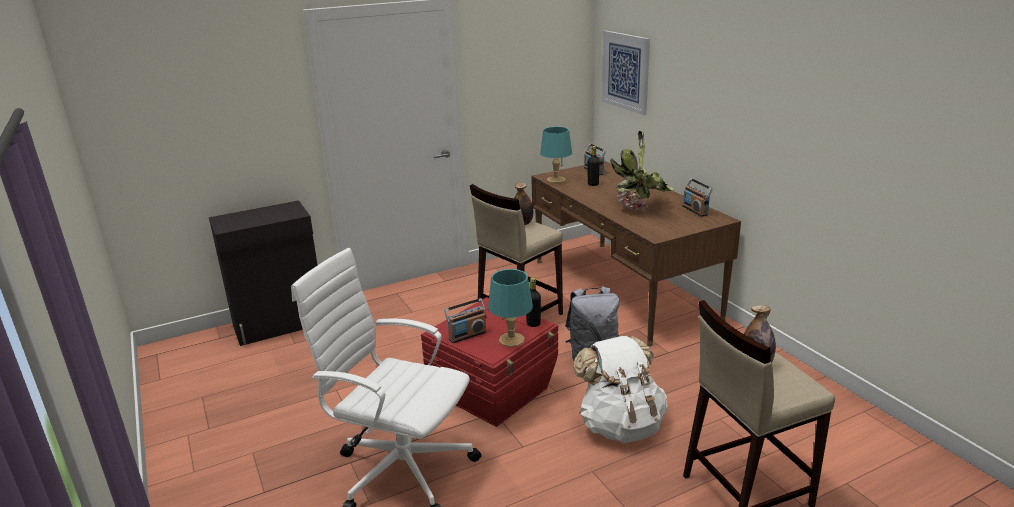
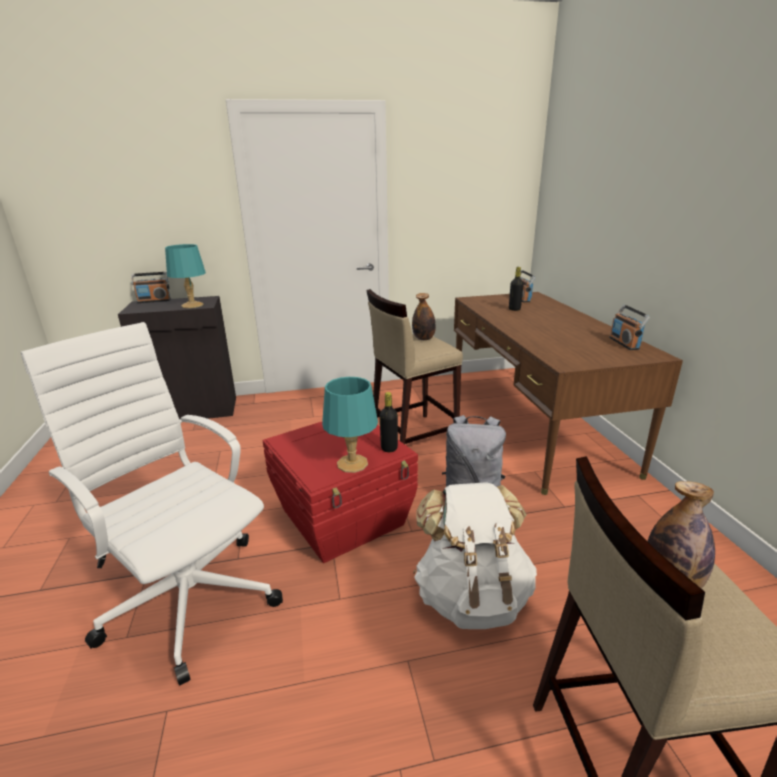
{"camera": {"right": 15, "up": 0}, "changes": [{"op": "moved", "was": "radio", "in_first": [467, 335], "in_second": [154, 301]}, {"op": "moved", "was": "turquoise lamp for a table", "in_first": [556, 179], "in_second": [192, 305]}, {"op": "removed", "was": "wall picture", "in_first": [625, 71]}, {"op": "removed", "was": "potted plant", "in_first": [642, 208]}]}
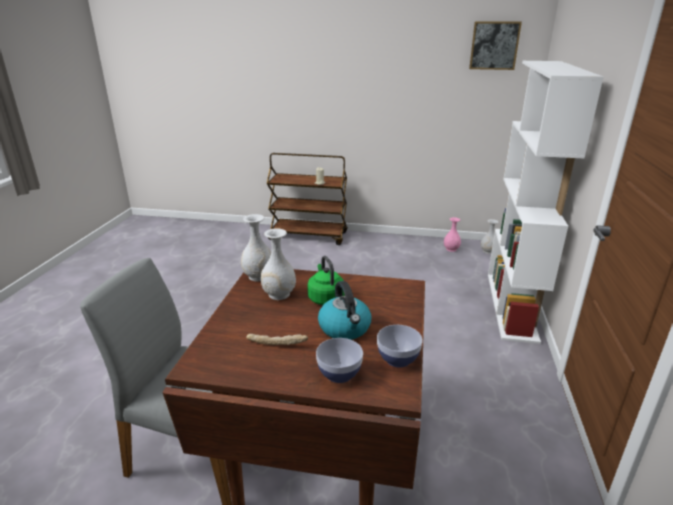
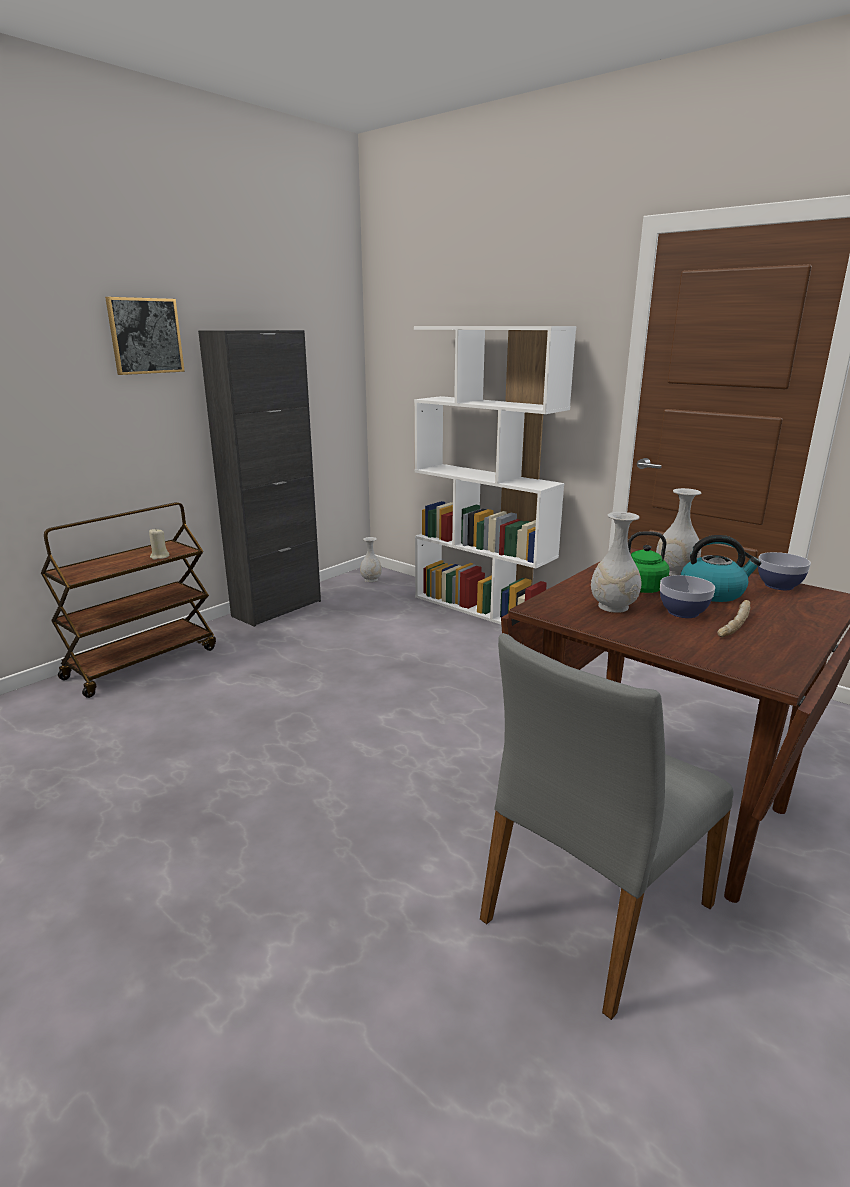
{"camera": {"right": -60, "up": -5}, "changes": [{"op": "moved", "was": "wall picture", "in_first": [494, 45], "in_second": [145, 336]}, {"op": "added", "now": "black cabinet", "in_second": [277, 608]}, {"op": "moved", "was": "whitish vase", "in_first": [259, 276], "in_second": [675, 572]}, {"op": "moved", "was": "serving bowl", "in_first": [339, 374], "in_second": [683, 612]}, {"op": "removed", "was": "pinkish vase", "in_first": [451, 249]}]}
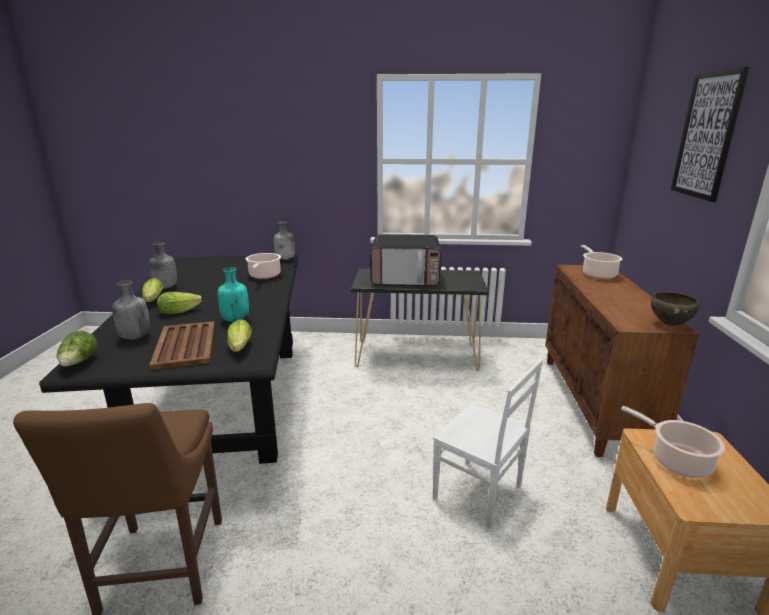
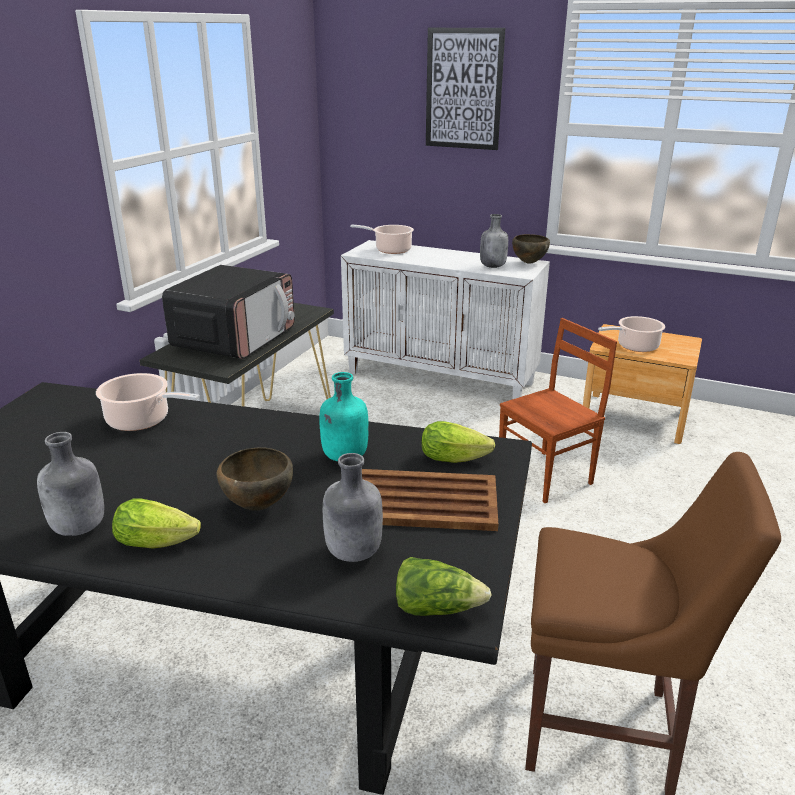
{"camera": {"right": -70, "up": 5}, "changes": [{"op": "replaced", "was": "lettuce", "now": "brown-coloured serving bowl", "in_first": [181, 311], "in_second": [257, 506]}, {"op": "recoloured", "was": "brown-coloured cabinet", "now": "whitish cabinet", "in_first": [595, 403], "in_second": [441, 378]}, {"op": "moved", "was": "grey beverage bottle", "in_first": [285, 259], "in_second": [493, 266]}, {"op": "recoloured", "was": "whitish plain chair", "now": "brown-coloured plain chair", "in_first": [478, 494], "in_second": [546, 476]}]}
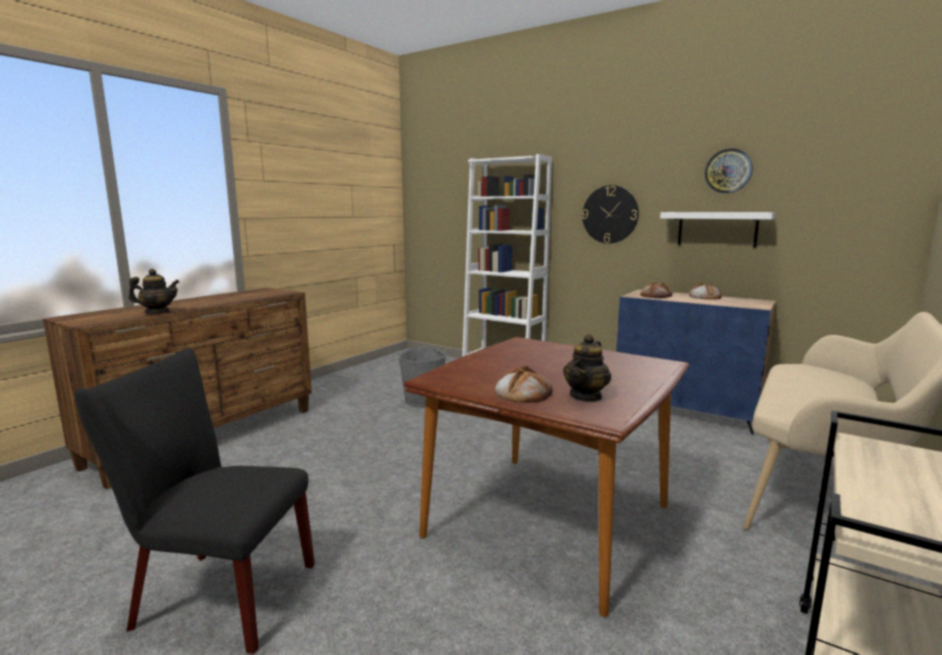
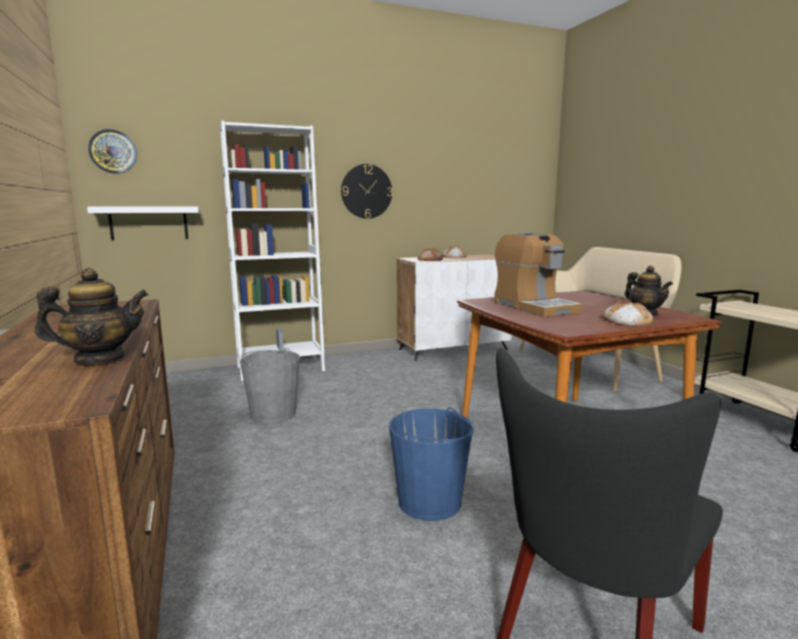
{"camera": {"right": -55, "up": 0}, "changes": [{"op": "turned", "was": "pot for tea", "in_first": [157, 312], "in_second": [100, 359], "clockwise": 45}, {"op": "moved", "was": "whitish wall shelf", "in_first": [717, 229], "in_second": [149, 223]}, {"op": "moved", "was": "wall clock", "in_first": [728, 171], "in_second": [113, 151]}, {"op": "added", "now": "bluish water bucket", "in_second": [430, 502]}, {"op": "recoloured", "was": "bluish cabinet", "now": "whitish cabinet", "in_first": [686, 411], "in_second": [453, 349]}, {"op": "added", "now": "coffee maker", "in_second": [534, 307]}]}
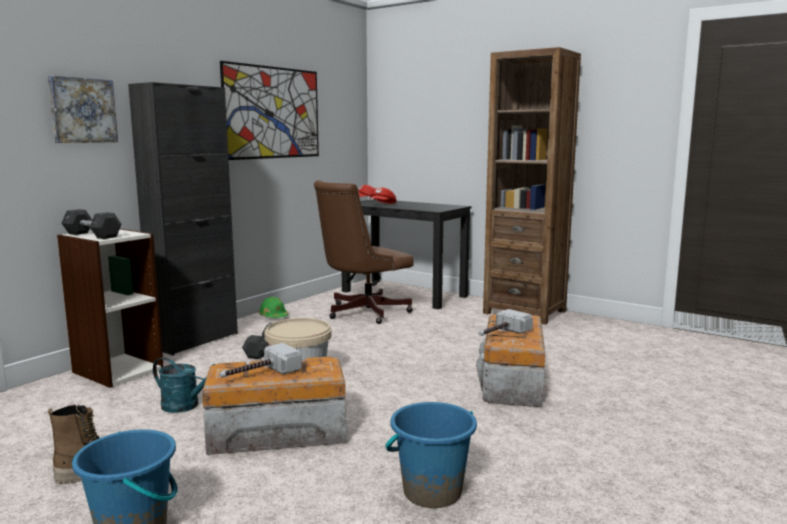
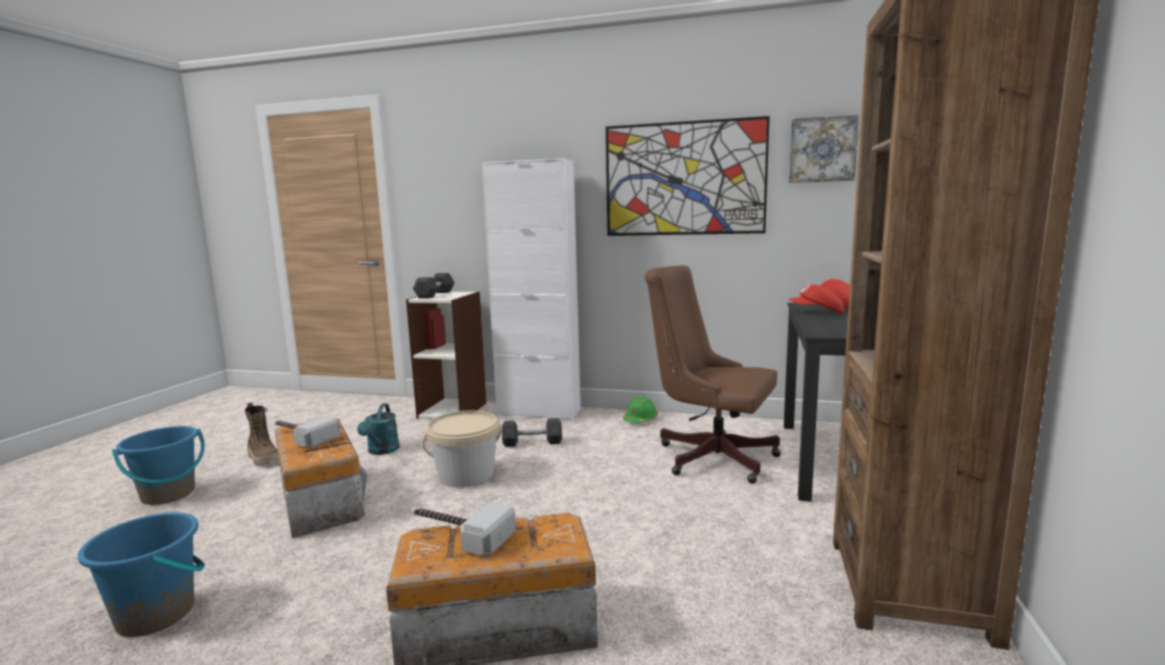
{"camera": {"right": 70, "up": 0}, "changes": [{"op": "recoloured", "was": "black cabinet", "now": "whitish cabinet", "in_first": [195, 340], "in_second": [539, 412]}, {"op": "moved", "was": "wall picture", "in_first": [82, 110], "in_second": [822, 150]}]}
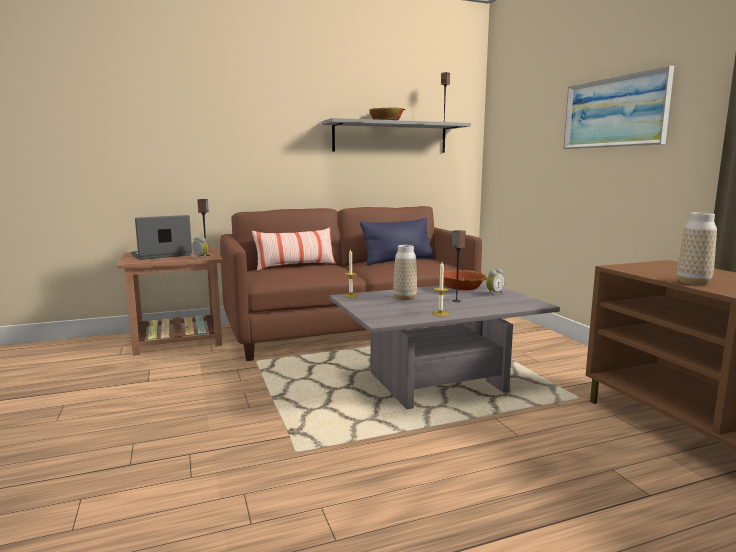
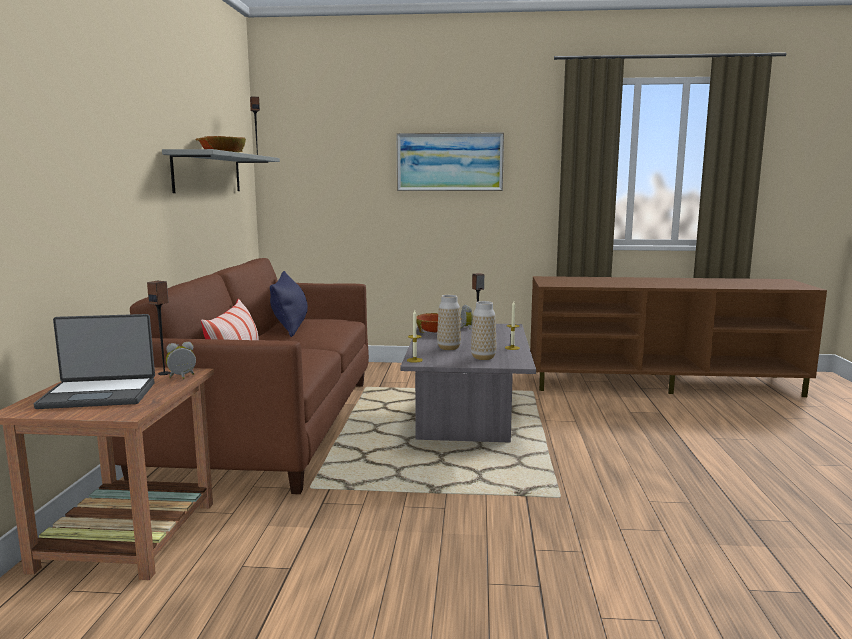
{"camera": {"right": -65, "up": 0}, "changes": [{"op": "turned", "was": "portable computer", "in_first": [161, 255], "in_second": [99, 394], "clockwise": -90}, {"op": "moved", "was": "vase", "in_first": [693, 282], "in_second": [483, 358]}]}
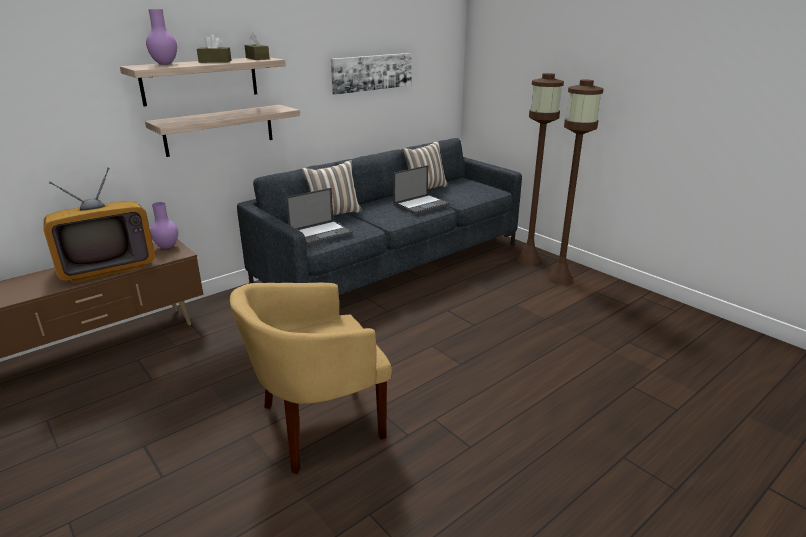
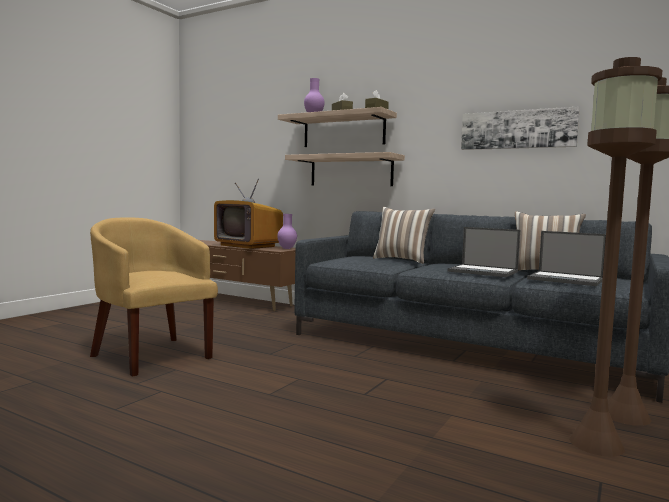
{"camera": {"right": 70, "up": -20}, "changes": [{"op": "moved", "was": "portable computer", "in_first": [321, 233], "in_second": [566, 279]}]}
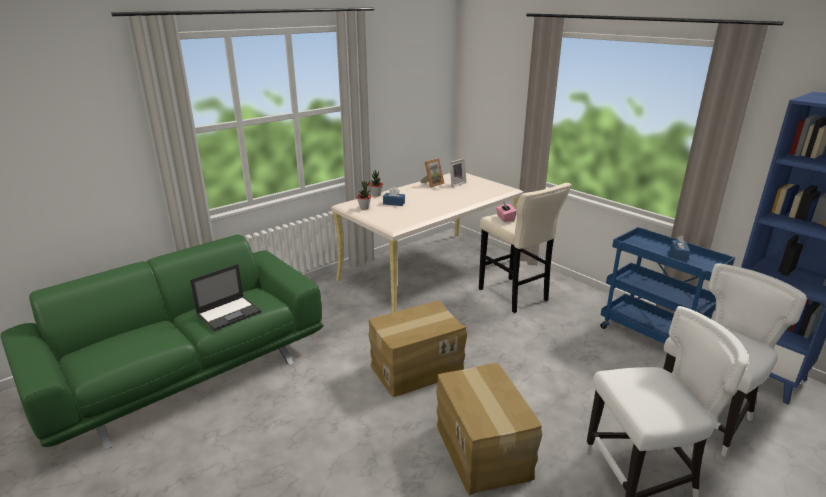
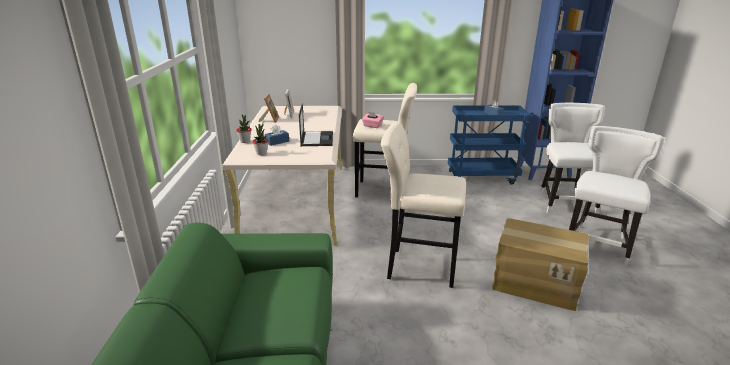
{"camera": {"right": -50, "up": 0}, "changes": [{"op": "moved", "was": "portable computer", "in_first": [229, 313], "in_second": [317, 139]}, {"op": "replaced", "was": "packing box", "now": "beige-coloured stool seat", "in_first": [416, 368], "in_second": [418, 267]}]}
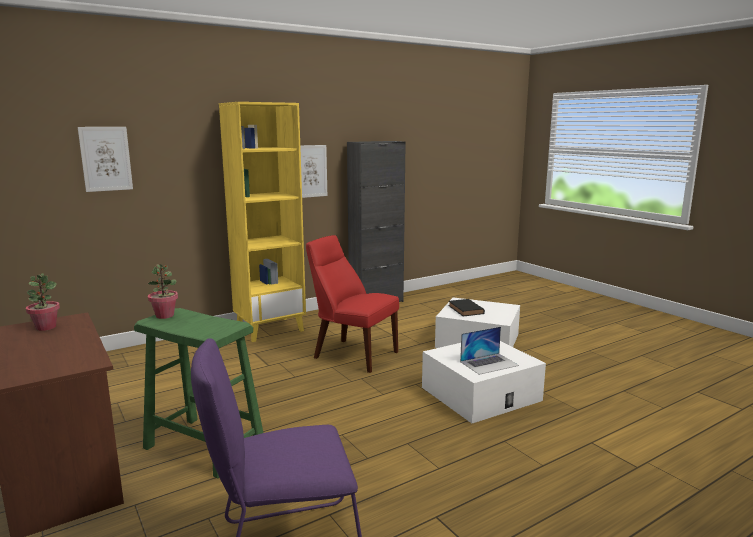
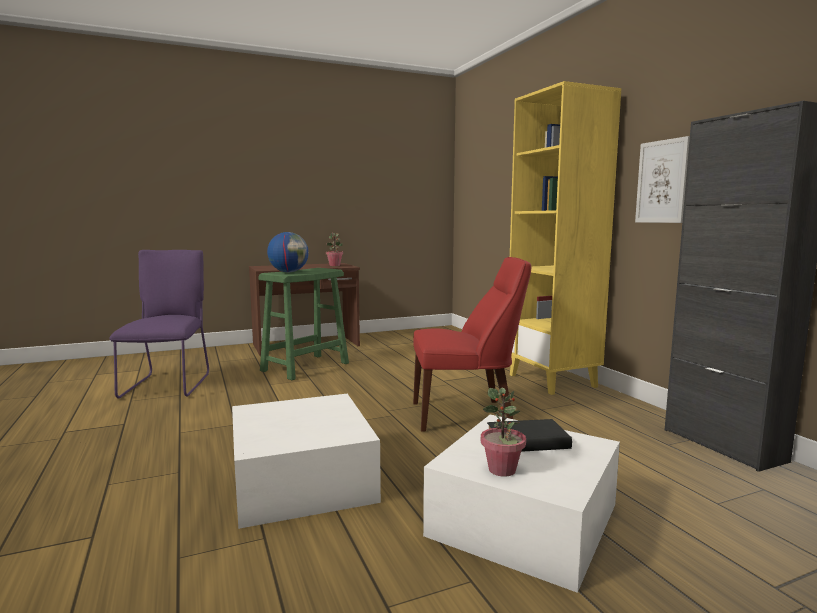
{"camera": {"right": 100, "up": -5}, "changes": [{"op": "added", "now": "world globe", "in_second": [288, 272]}, {"op": "turned", "was": "red-coloured plain chair", "in_first": [352, 354], "in_second": [466, 415], "clockwise": 45}, {"op": "moved", "was": "potted plant", "in_first": [165, 315], "in_second": [502, 470]}, {"op": "removed", "was": "wall picture", "in_first": [106, 159]}, {"op": "removed", "was": "portable computer", "in_first": [489, 363]}]}
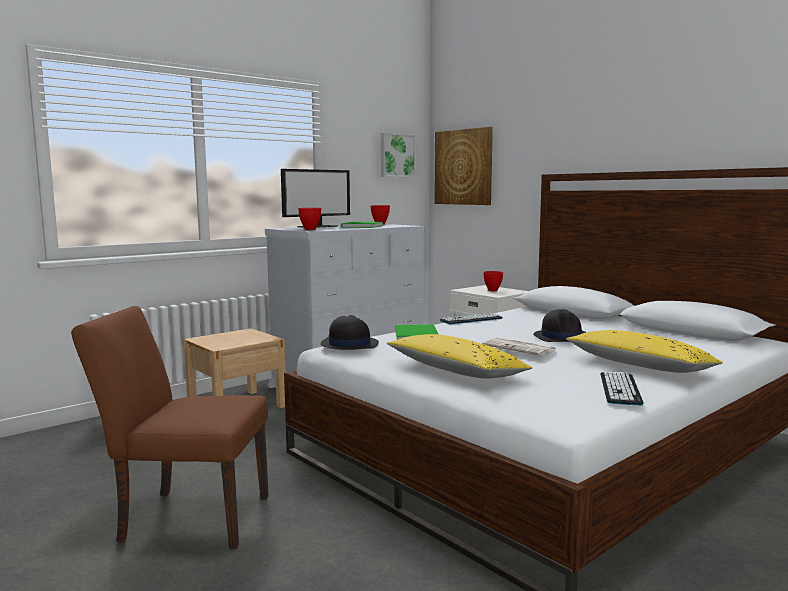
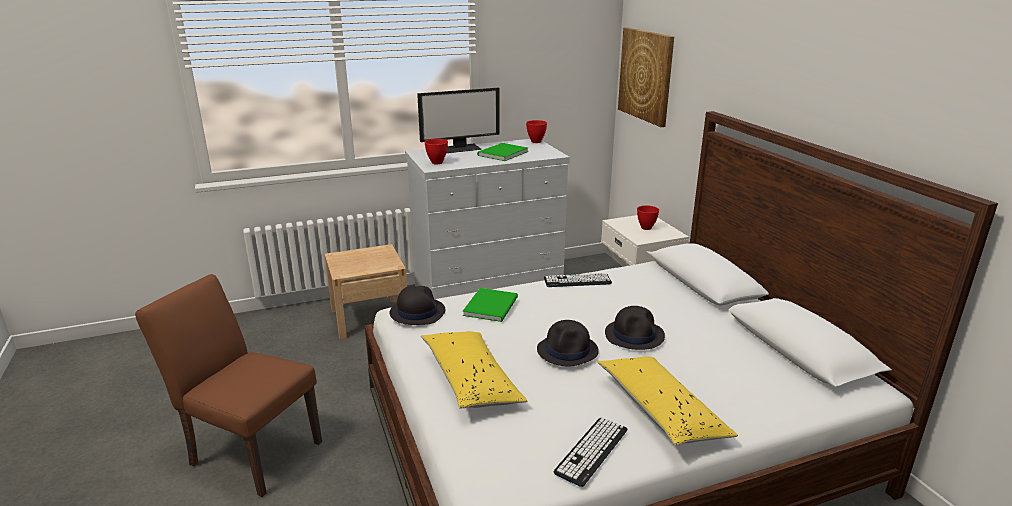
{"camera": {"right": 20, "up": 15}, "changes": [{"op": "replaced", "was": "newspaper", "now": "black wearable hat", "in_first": [520, 348], "in_second": [568, 350]}, {"op": "removed", "was": "wall picture", "in_first": [396, 155]}]}
